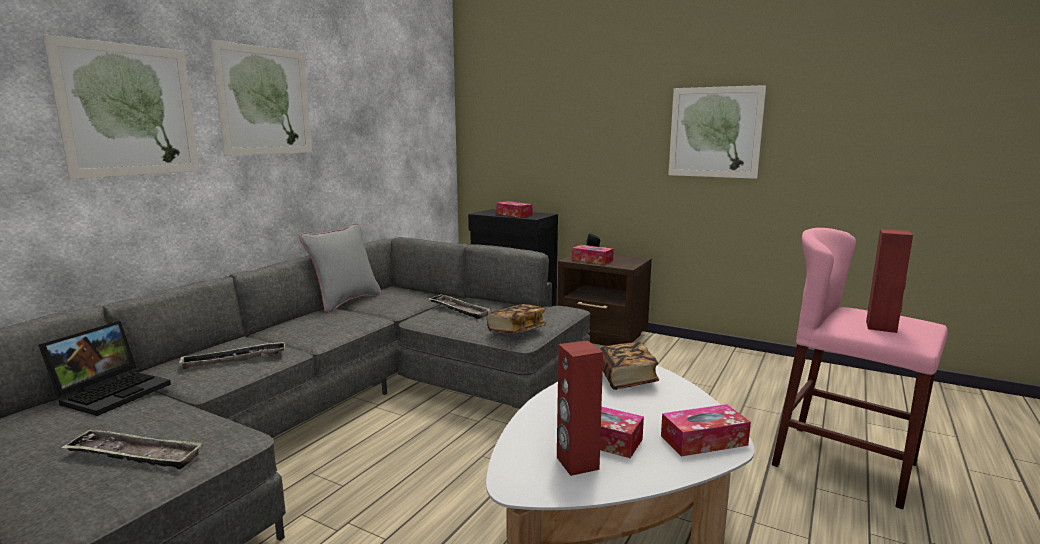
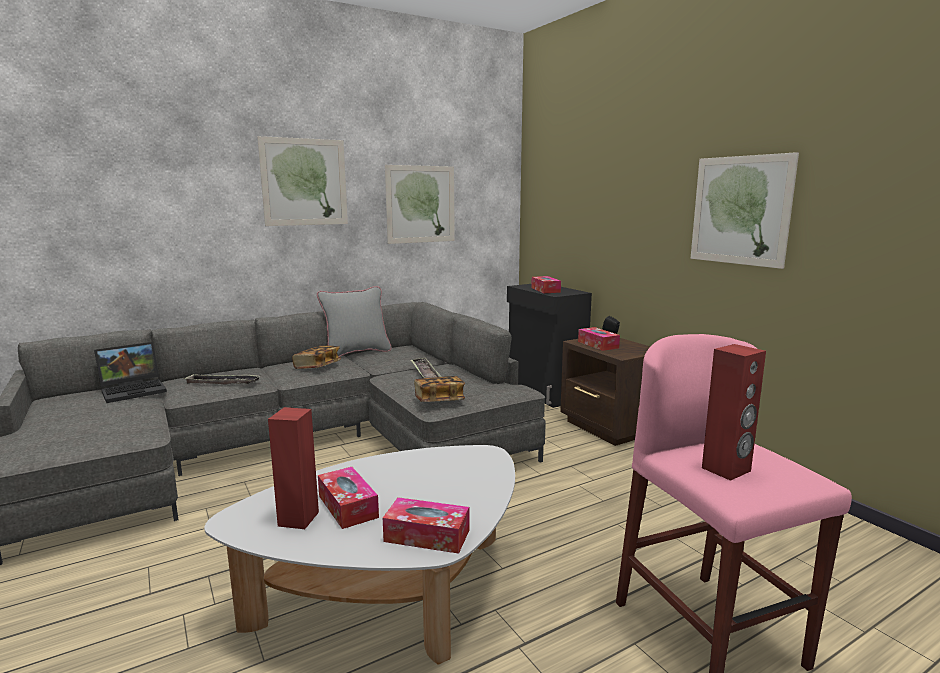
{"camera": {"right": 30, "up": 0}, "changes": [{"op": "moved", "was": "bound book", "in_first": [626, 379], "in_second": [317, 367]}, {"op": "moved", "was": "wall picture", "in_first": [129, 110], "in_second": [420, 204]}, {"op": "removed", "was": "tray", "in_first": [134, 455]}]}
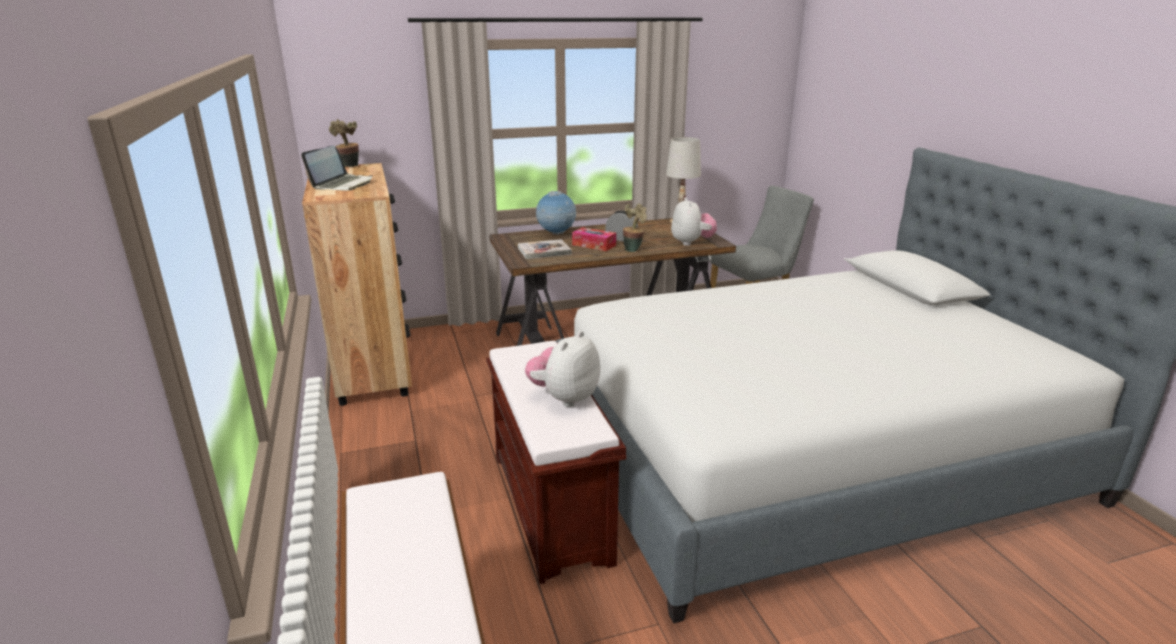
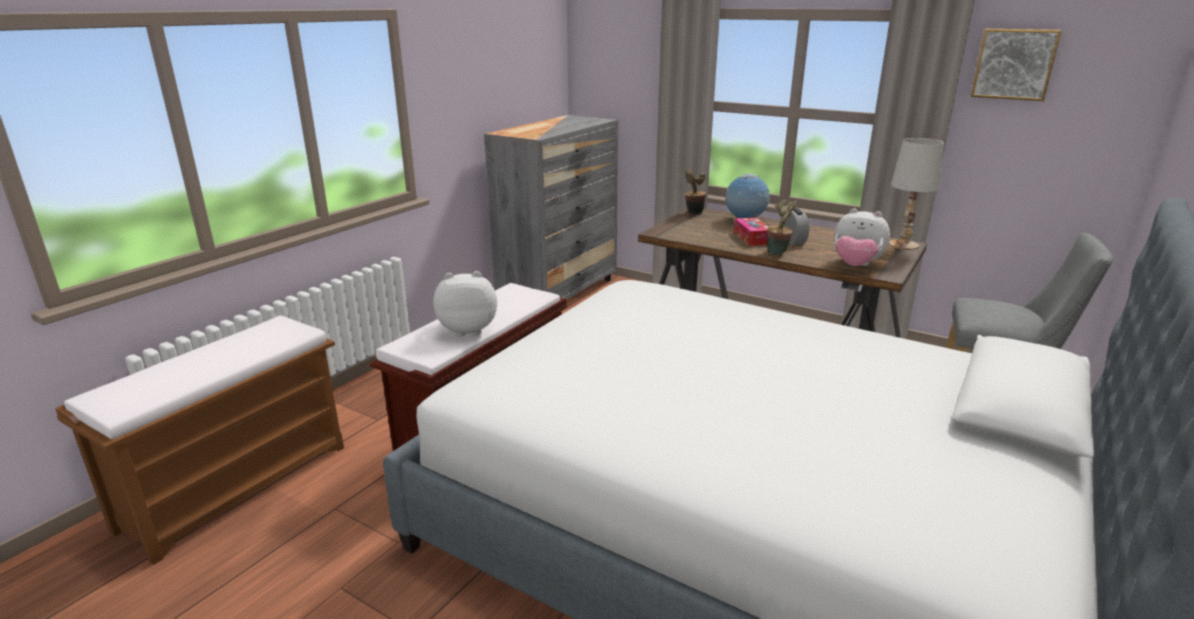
{"camera": {"right": 50, "up": 0}, "changes": [{"op": "recoloured", "was": "brown-coloured drawer chest", "now": "grey drawer chest", "in_first": [373, 367], "in_second": [559, 293]}, {"op": "moved", "was": "potted plant", "in_first": [349, 167], "in_second": [693, 213]}, {"op": "turned", "was": "cuddly toy", "in_first": [691, 243], "in_second": [855, 265], "clockwise": 75}, {"op": "added", "now": "wall picture", "in_second": [1014, 64]}, {"op": "removed", "was": "portable computer", "in_first": [343, 184]}, {"op": "removed", "was": "bound book", "in_first": [544, 251]}]}
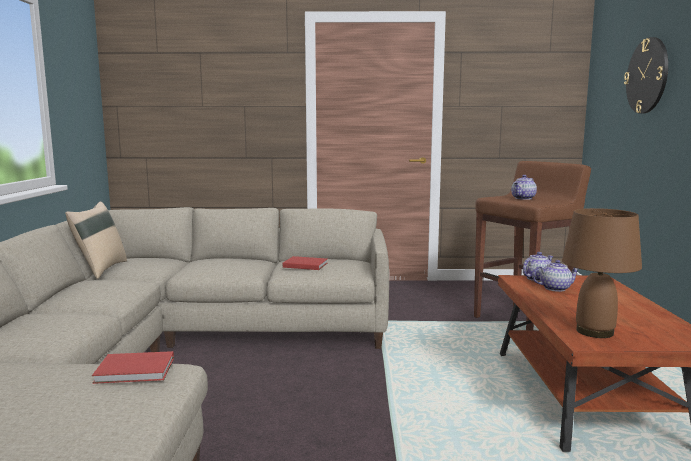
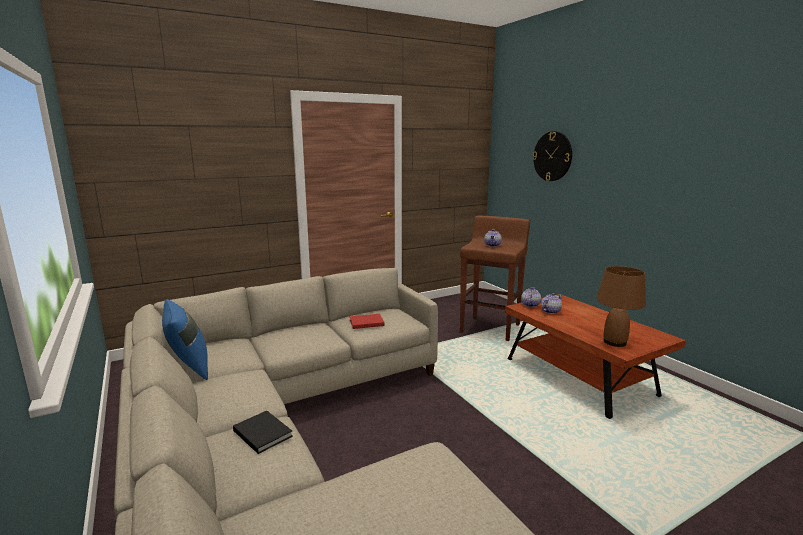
{"camera": {"right": -30, "up": 5}, "changes": [{"op": "recoloured", "was": "beige-coloured throw pillow", "now": "bluish throw pillow", "in_first": [100, 269], "in_second": [189, 368]}, {"op": "added", "now": "black bound book", "in_second": [262, 432]}, {"op": "removed", "was": "red-coloured bound book", "in_first": [137, 371]}]}
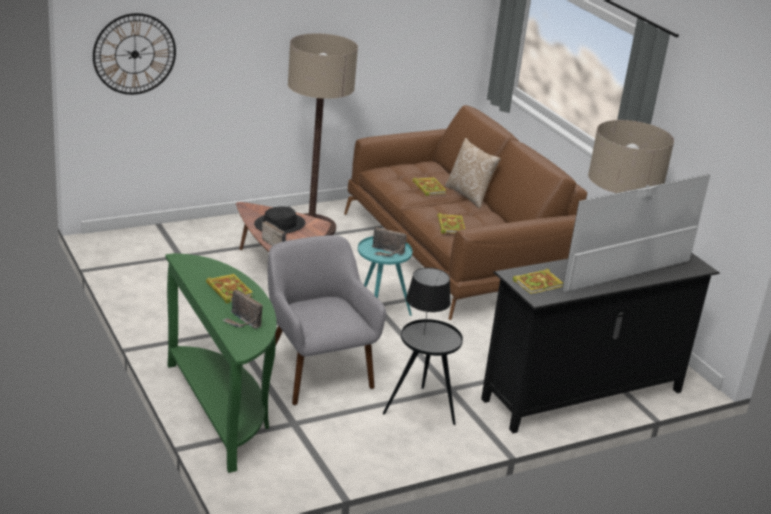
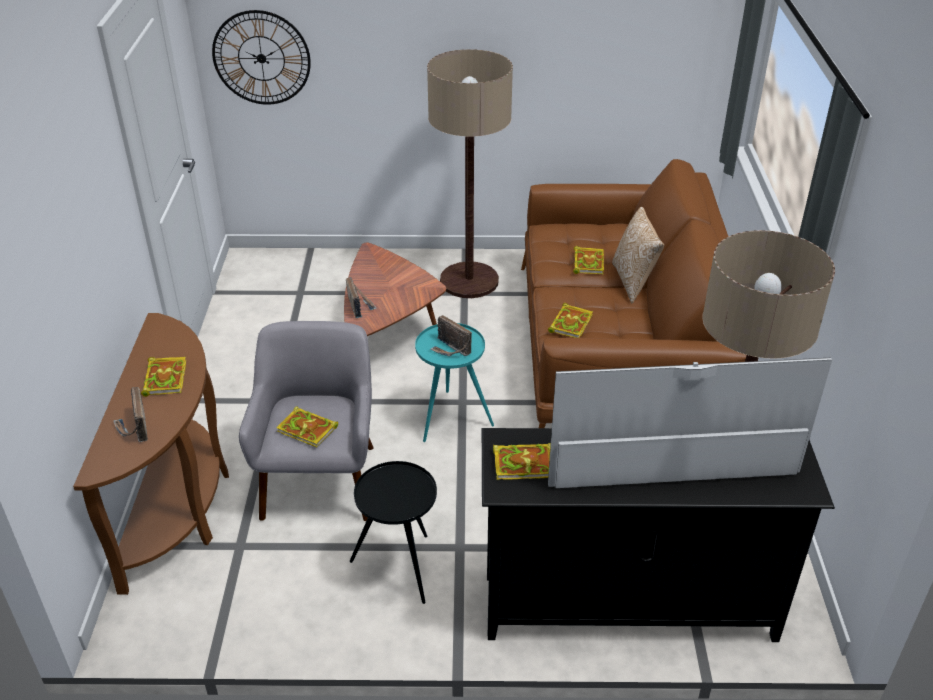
{"camera": {"right": 30, "up": 10}, "changes": [{"op": "recoloured", "was": "green console table", "now": "brown-coloured console table", "in_first": [223, 411], "in_second": [180, 506]}, {"op": "added", "now": "bound book", "in_second": [308, 429]}, {"op": "removed", "was": "black wearable hat", "in_first": [279, 224]}, {"op": "removed", "was": "black lamp for a table", "in_first": [423, 334]}]}
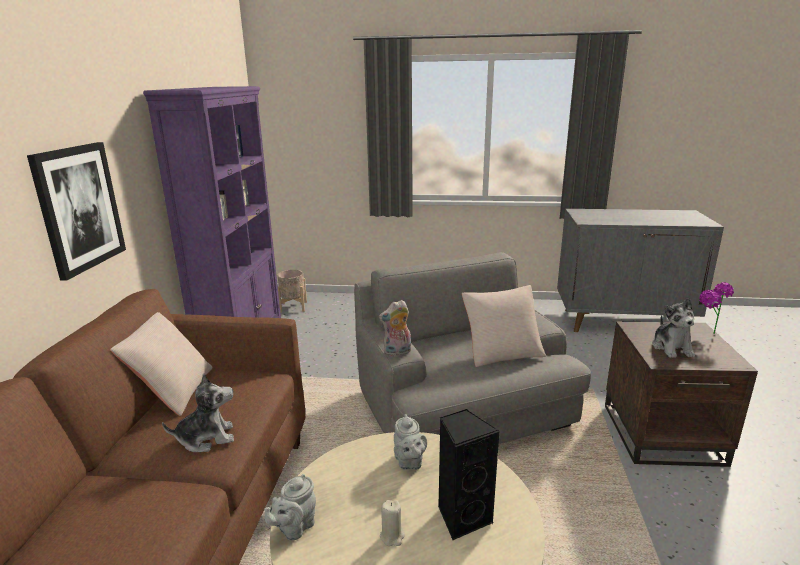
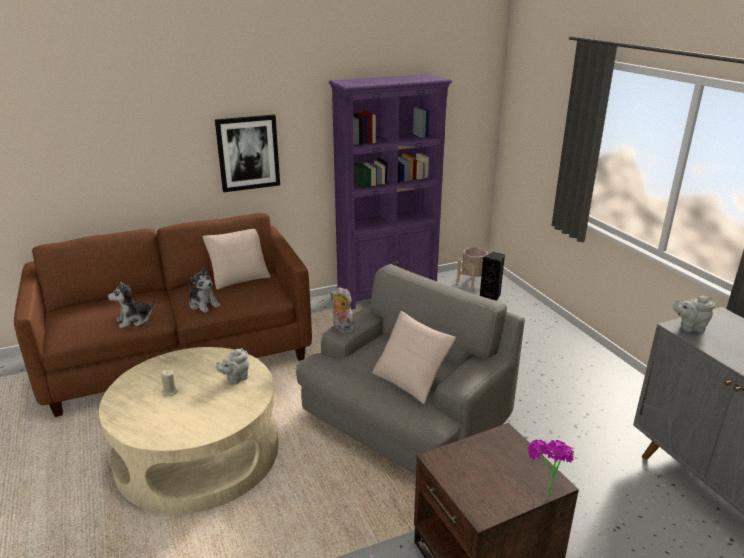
{"camera": {"right": 60, "up": 5}, "changes": [{"op": "moved", "was": "cuddly toy", "in_first": [672, 348], "in_second": [134, 320]}, {"op": "moved", "was": "black loudspeaker", "in_first": [462, 517], "in_second": [491, 296]}, {"op": "moved", "was": "grey pot for tea", "in_first": [294, 528], "in_second": [690, 328]}]}
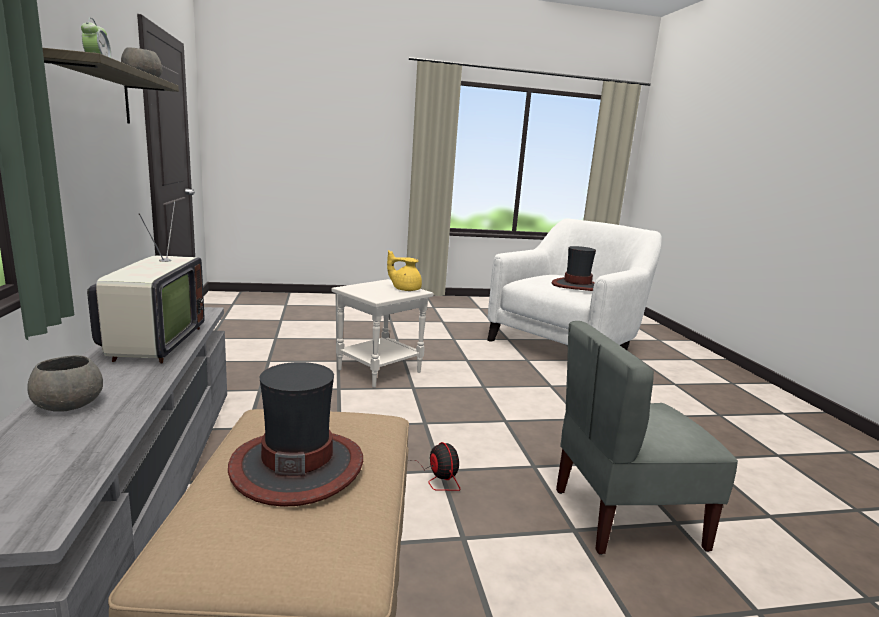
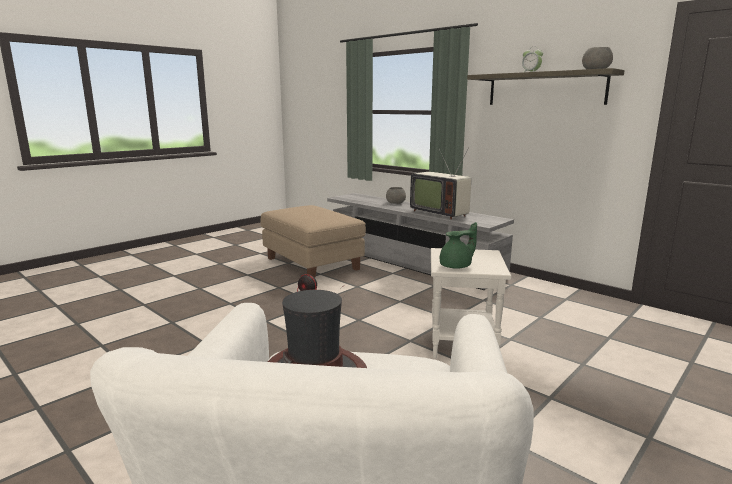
{"camera": {"right": 145, "up": 0}, "changes": [{"op": "recoloured", "was": "yellow-coloured pot for tea", "now": "green pot for tea", "in_first": [405, 289], "in_second": [457, 266]}, {"op": "removed", "was": "wearable hat", "in_first": [297, 465]}, {"op": "removed", "was": "grey plain chair", "in_first": [625, 517]}]}
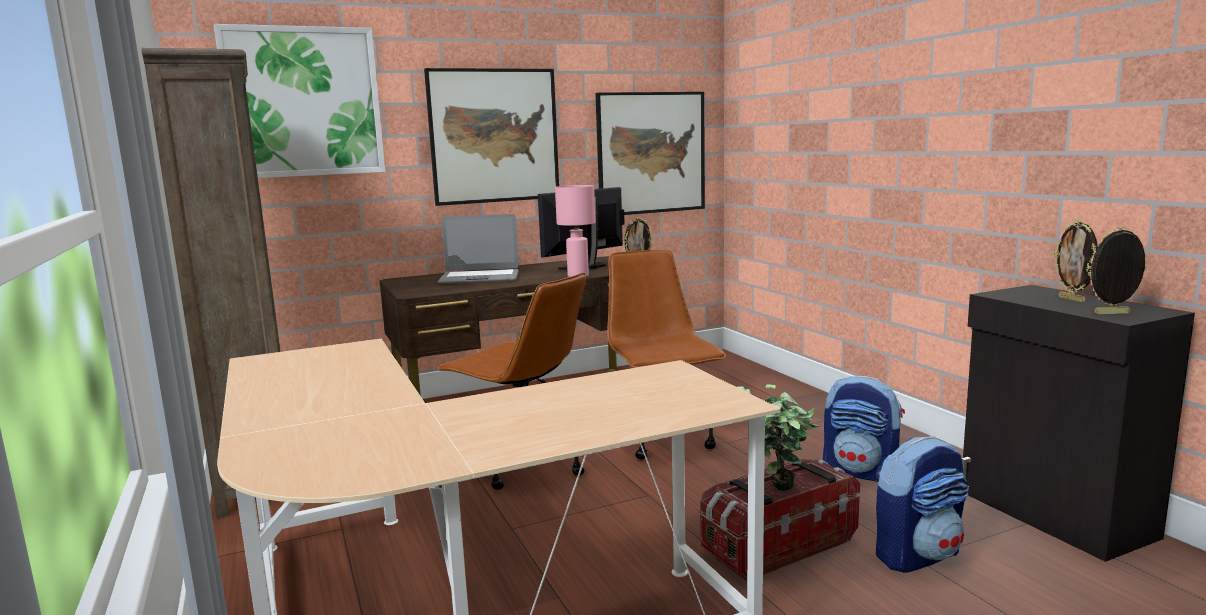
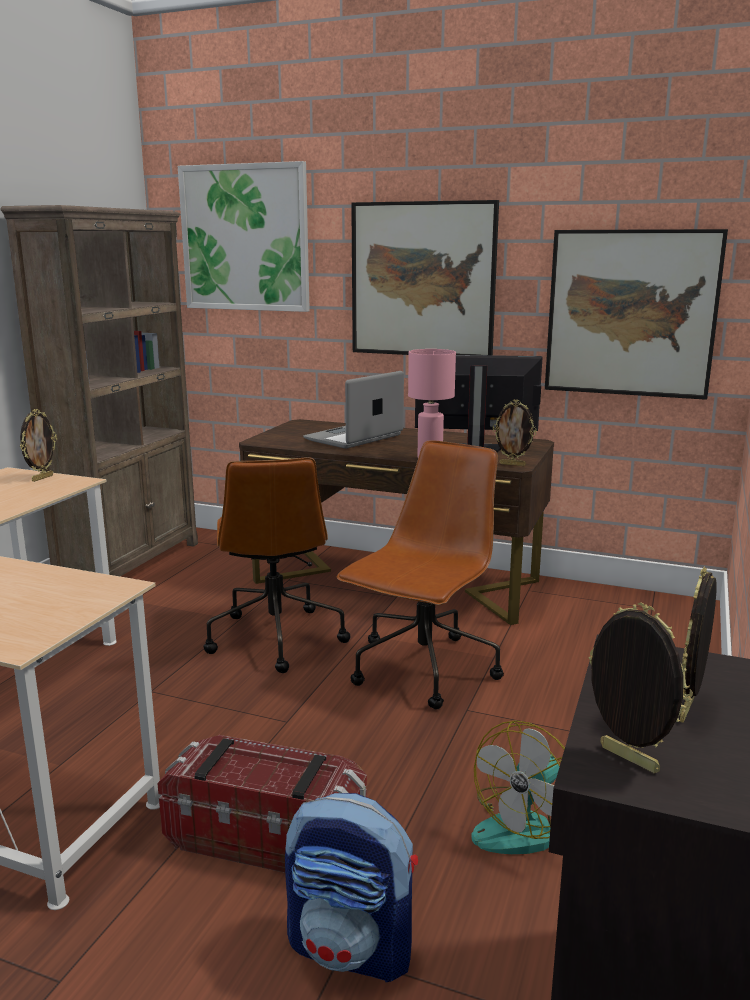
{"camera": {"right": 45, "up": 5}, "changes": [{"op": "added", "now": "photo frame", "in_second": [42, 478]}, {"op": "turned", "was": "portable computer", "in_first": [480, 278], "in_second": [354, 437], "clockwise": 90}, {"op": "replaced", "was": "backpack", "now": "electric fan", "in_first": [862, 472], "in_second": [523, 825]}, {"op": "removed", "was": "potted plant", "in_first": [777, 492]}]}
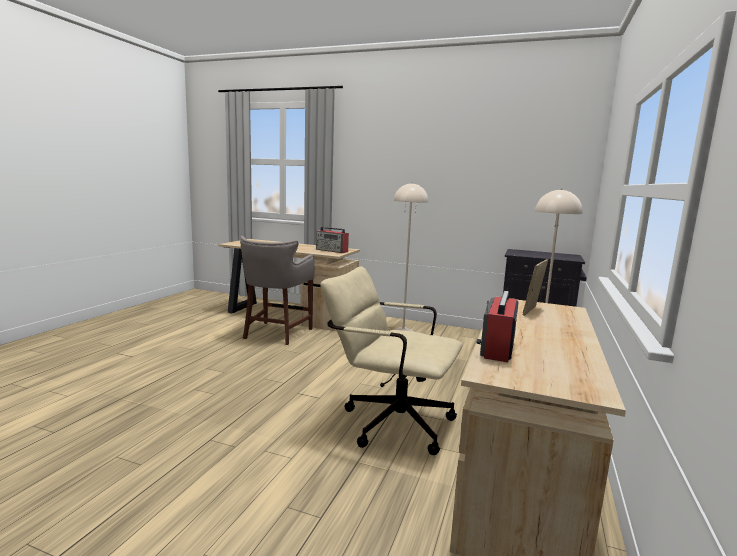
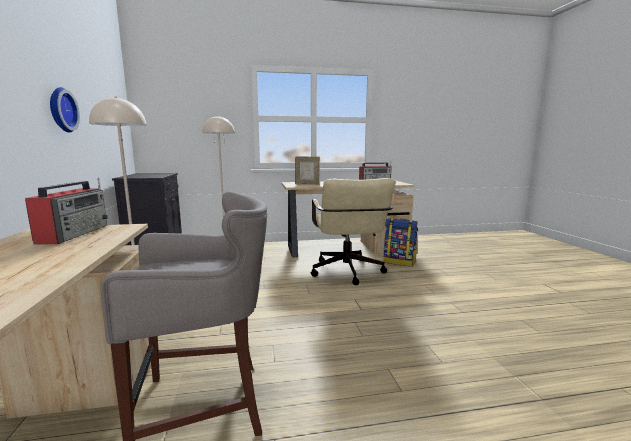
{"camera": {"right": -120, "up": 0}, "changes": [{"op": "added", "now": "wall clock", "in_second": [60, 110]}, {"op": "added", "now": "backpack", "in_second": [399, 262]}]}
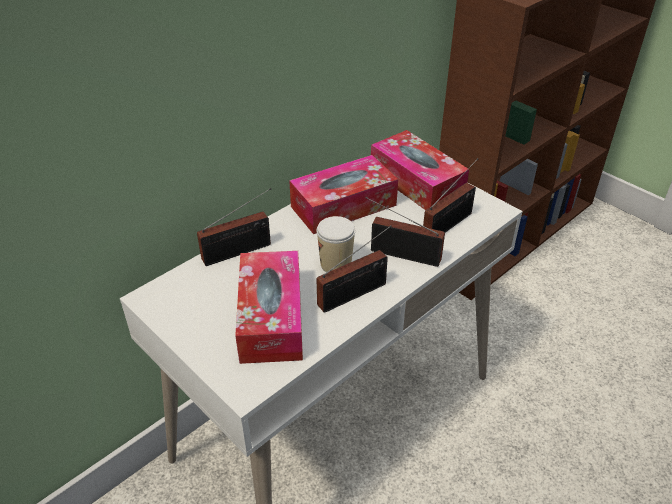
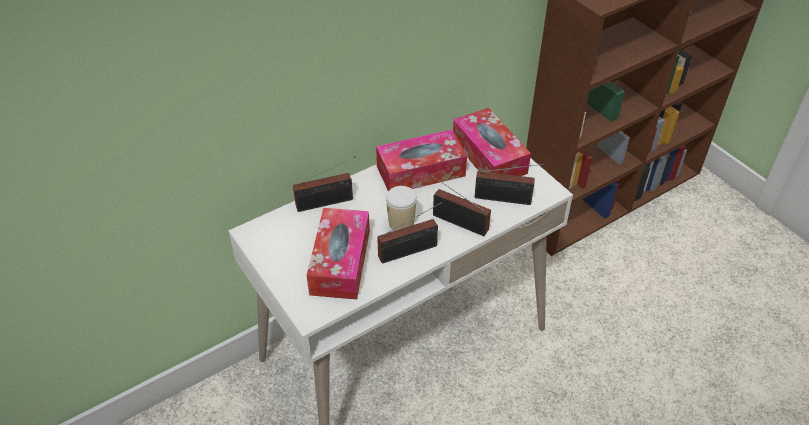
{"camera": {"right": 10, "up": 5}, "changes": [{"op": "turned", "was": "radio", "in_first": [450, 224], "in_second": [506, 199], "clockwise": 45}]}
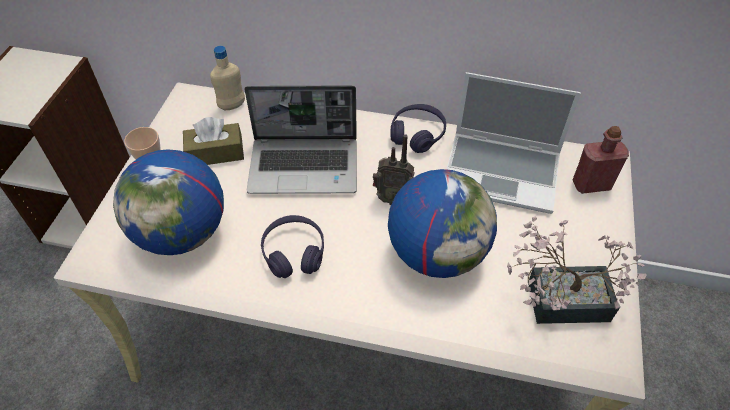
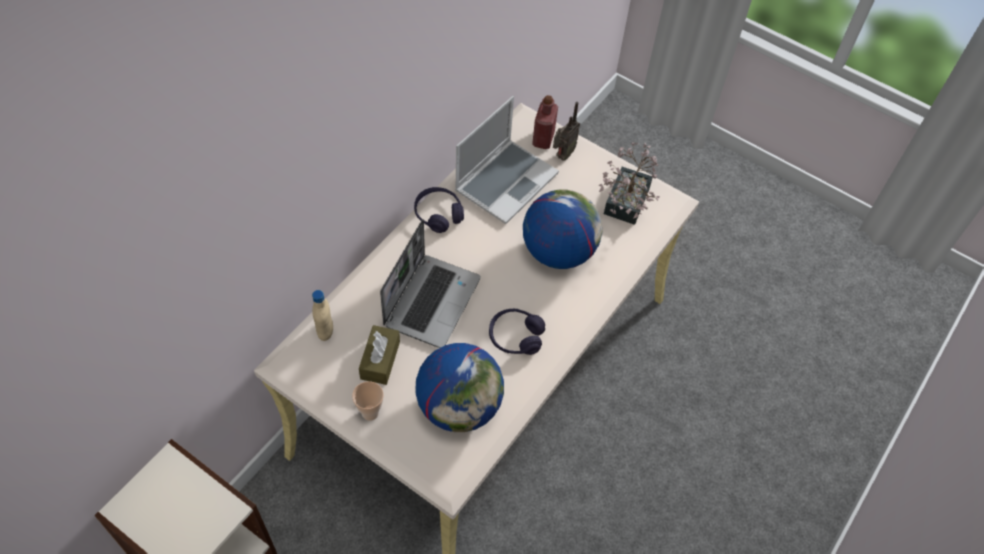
{"camera": {"right": -70, "up": 5}, "changes": [{"op": "moved", "was": "radio", "in_first": [392, 199], "in_second": [562, 155]}]}
